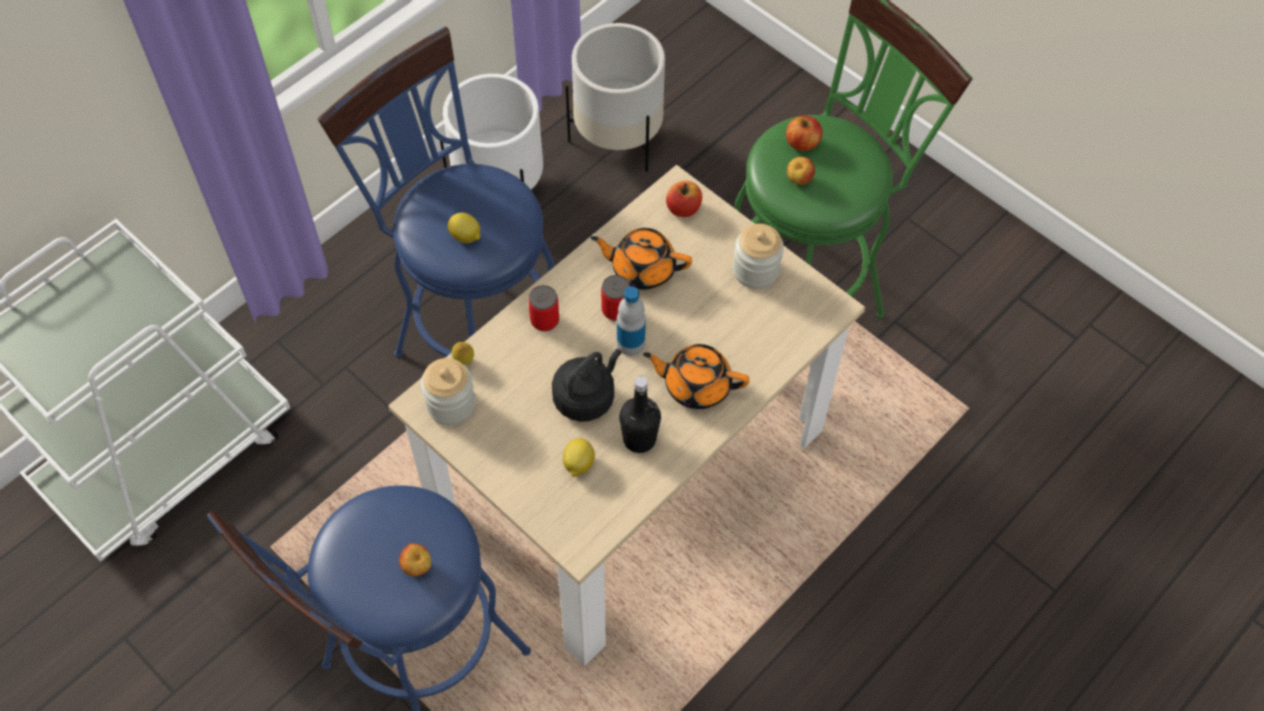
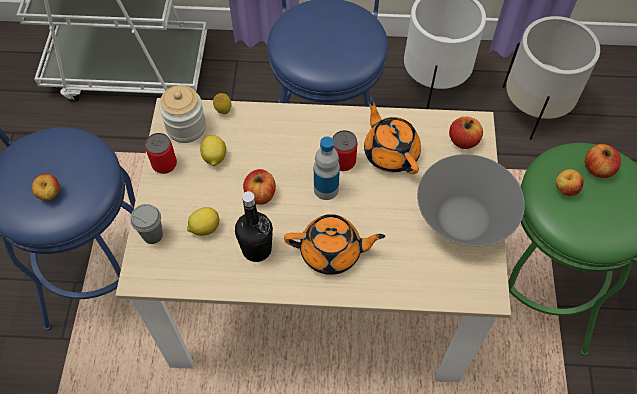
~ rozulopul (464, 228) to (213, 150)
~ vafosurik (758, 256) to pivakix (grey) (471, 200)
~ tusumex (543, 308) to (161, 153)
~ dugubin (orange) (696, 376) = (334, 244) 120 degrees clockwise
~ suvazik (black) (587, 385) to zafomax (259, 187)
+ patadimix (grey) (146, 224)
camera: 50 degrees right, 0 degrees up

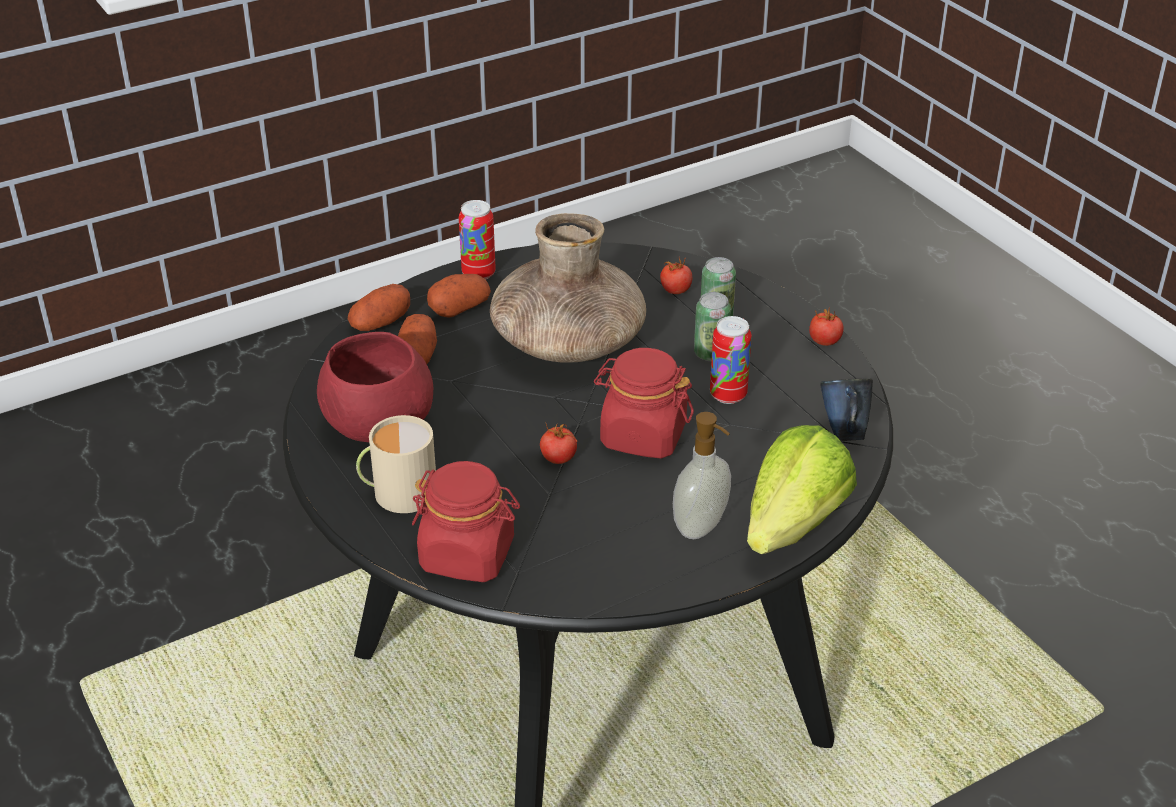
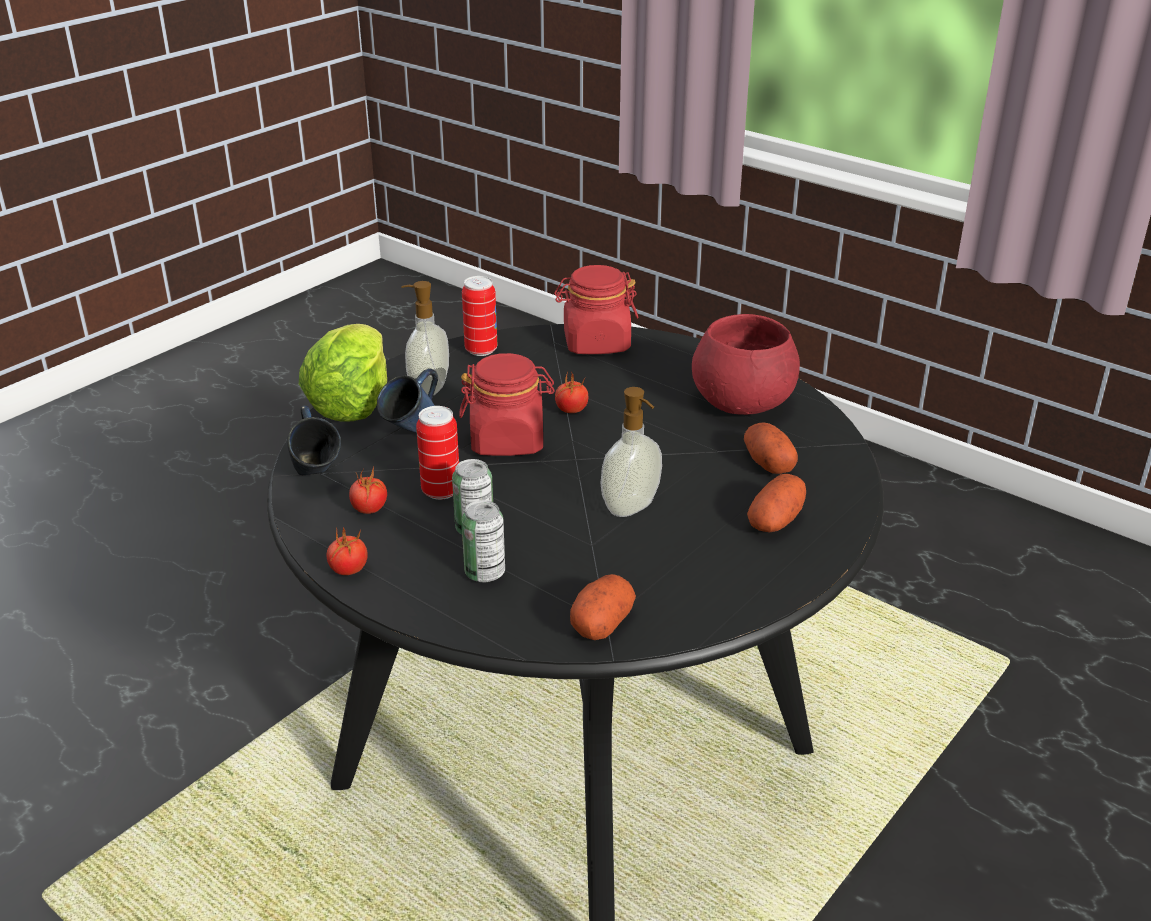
~ tusumex (477, 240) to (479, 316)
~ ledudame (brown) (568, 288) to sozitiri (631, 452)
~ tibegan (676, 275) to (368, 489)
~ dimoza (379, 307) to (603, 607)
- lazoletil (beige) (396, 464)
+ lazoletil (blue) (407, 400)
camera: 160 degrees right, 5 degrees down

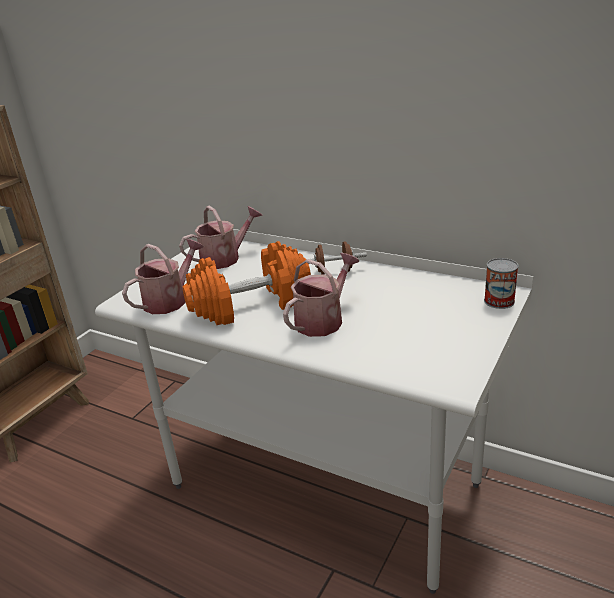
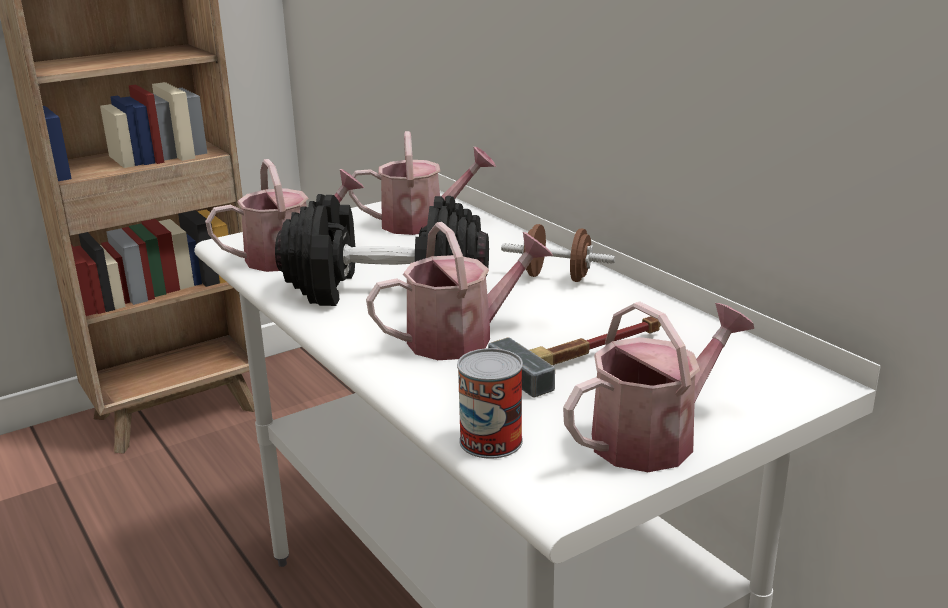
~ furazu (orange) (246, 283) to furazu (black) (382, 250)
~ tusumex (501, 283) to (490, 403)
+ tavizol (658, 386)
+ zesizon (574, 356)
camera: 25 degrees right, 5 degrees down

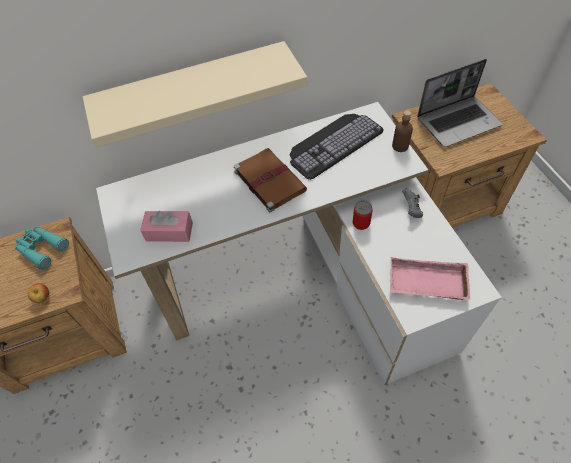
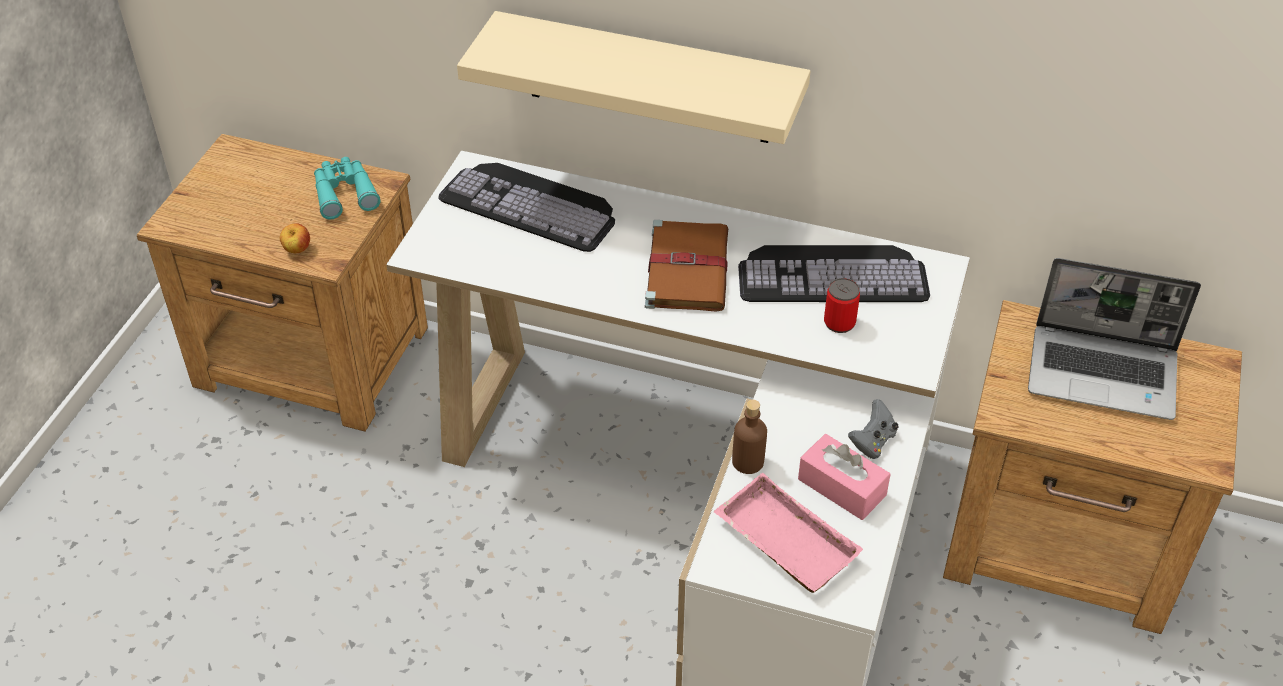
~ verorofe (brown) (402, 131) to (749, 437)
~ tusumex (363, 215) to (842, 305)
~ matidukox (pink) (166, 226) to (844, 477)
+ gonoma (526, 207)
camera: 35 degrees right, 10 degrees down

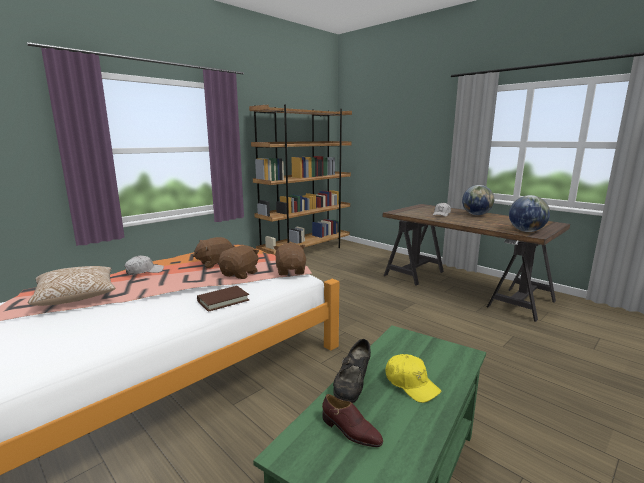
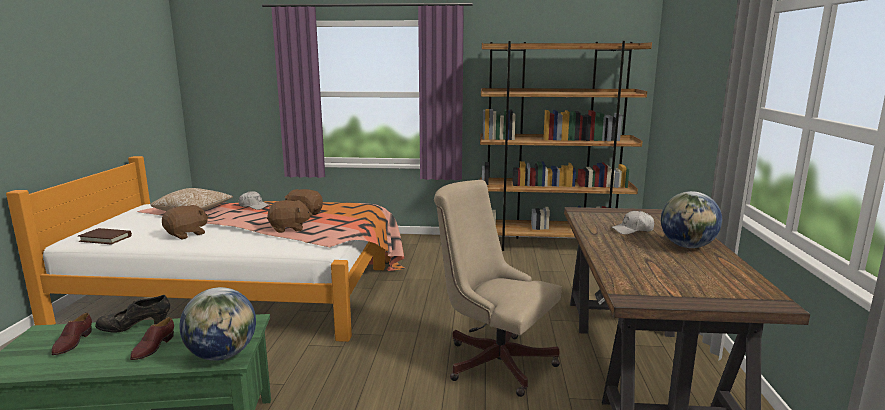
~ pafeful (529, 213) to (217, 324)
~ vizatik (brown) (289, 259) to (185, 222)
~ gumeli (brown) (223, 299) to (105, 236)
~ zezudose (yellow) (413, 378) to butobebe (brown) (152, 338)
+ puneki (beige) (498, 288)
camera: 50 degrees right, 0 degrees up

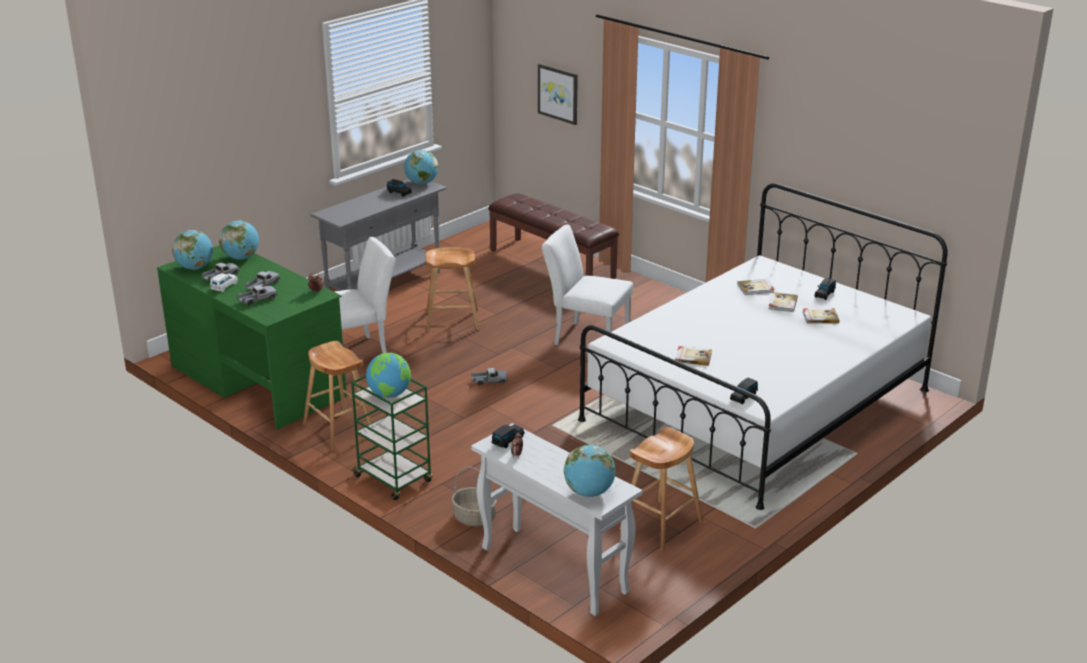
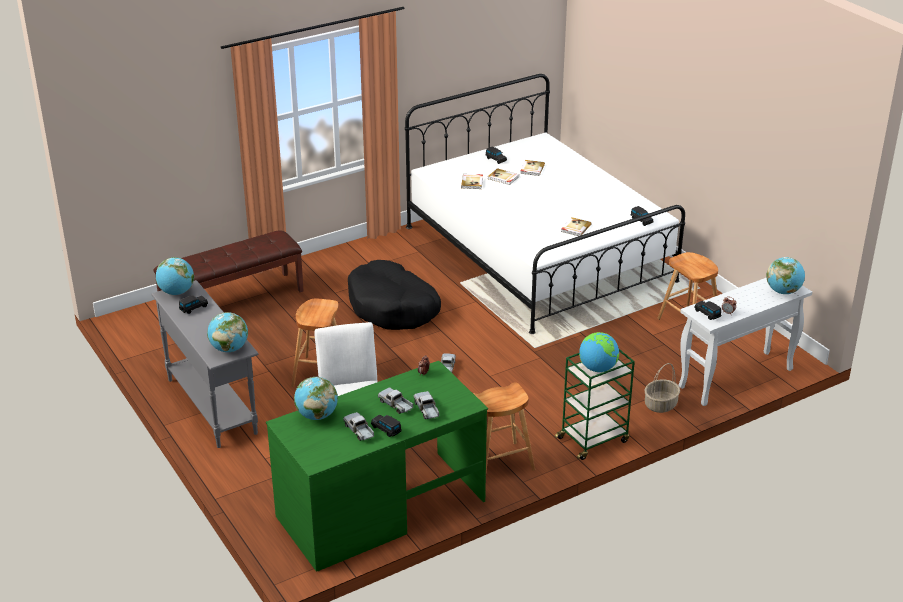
- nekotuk (558, 94)
~ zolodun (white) (587, 284) to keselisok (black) (394, 295)
~ pafeful (192, 250) to (227, 332)
~ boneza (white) (224, 282) to boneza (black) (386, 426)
camera: 75 degrees left, 5 degrees up

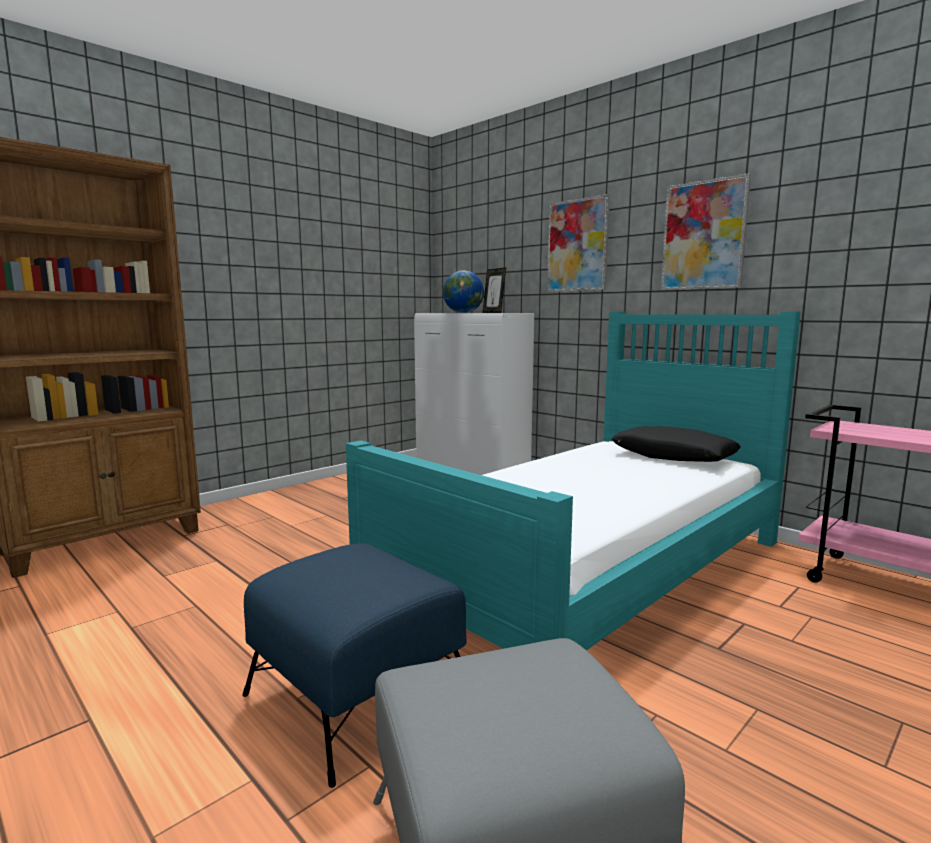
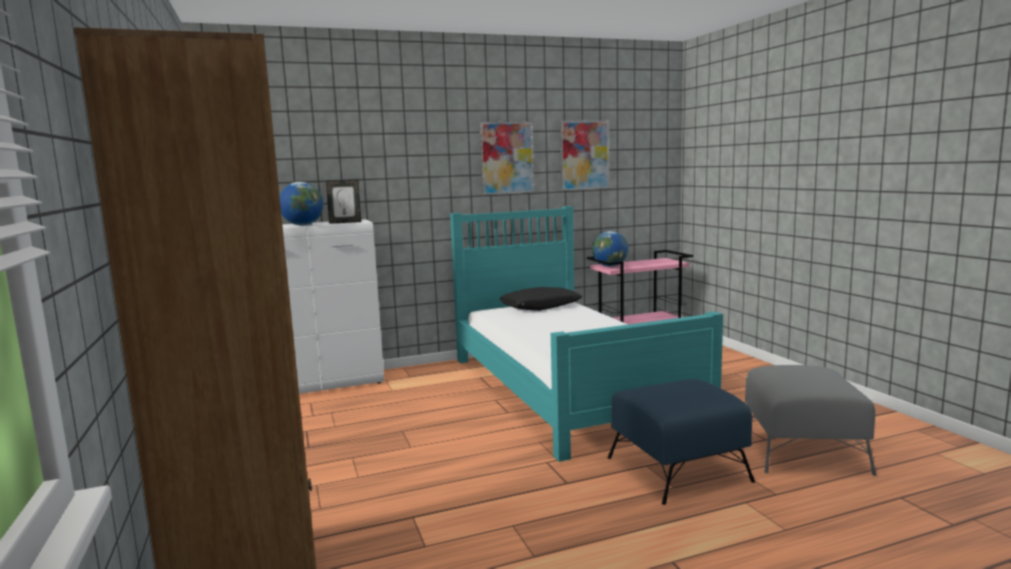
~ nekotuk (578, 243) to (584, 155)
+ pafeful (610, 249)
camera: 65 degrees left, 0 degrees up

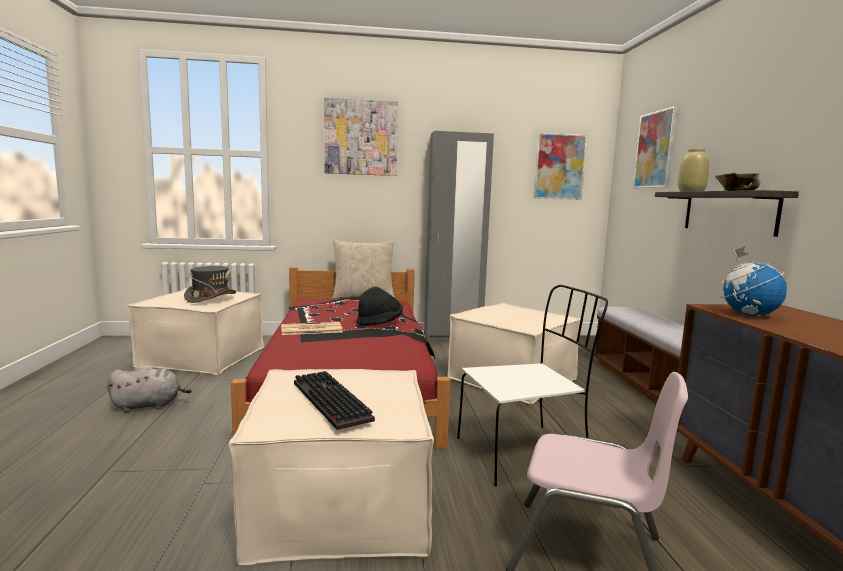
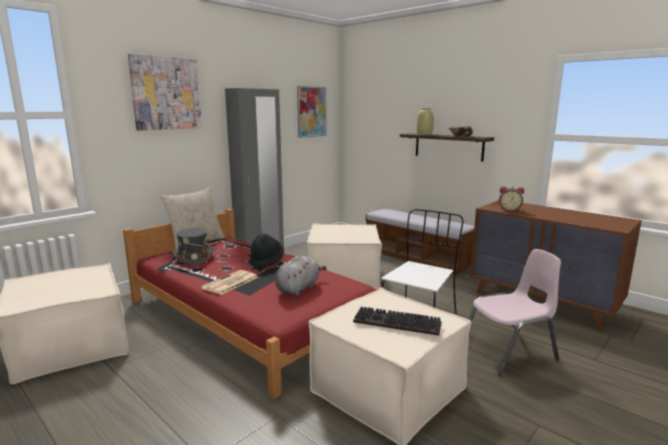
- nekotuk (655, 147)
~ pafeful (753, 281) to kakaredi (511, 198)
~ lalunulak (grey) (210, 284) to (193, 246)
~ vizatik (grey) (149, 389) to (300, 276)
camera: 40 degrees left, 5 degrees up

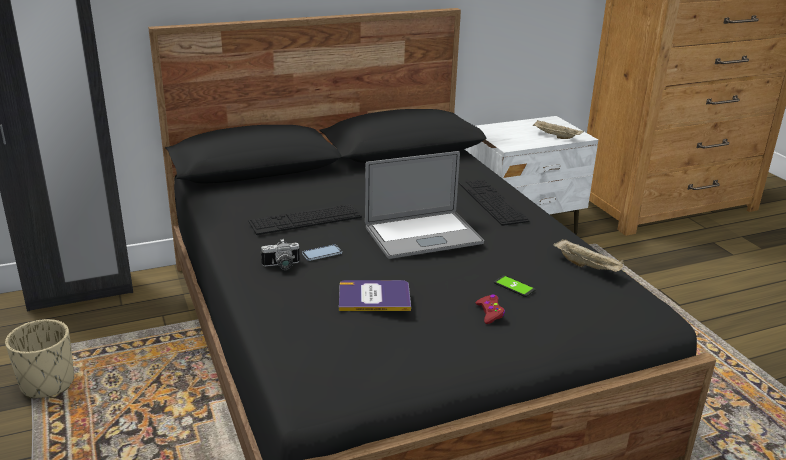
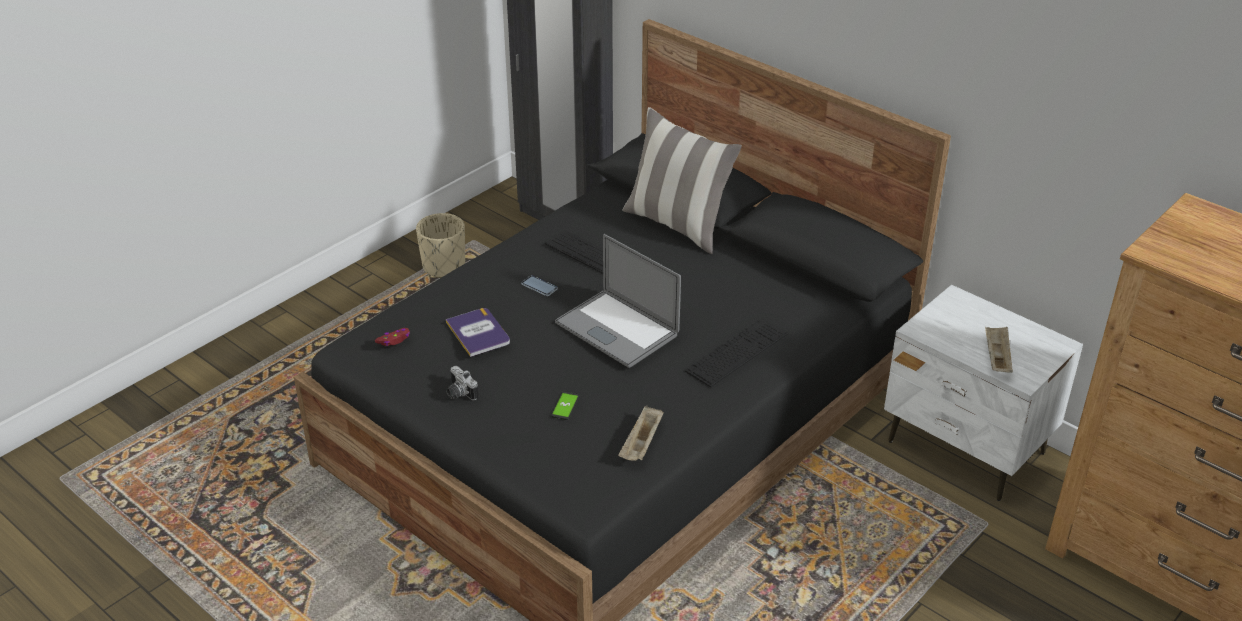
~ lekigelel (280, 254) to (462, 383)
~ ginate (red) (490, 309) to (392, 337)
+ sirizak (682, 180)
camera: 65 degrees right, 10 degrees up

